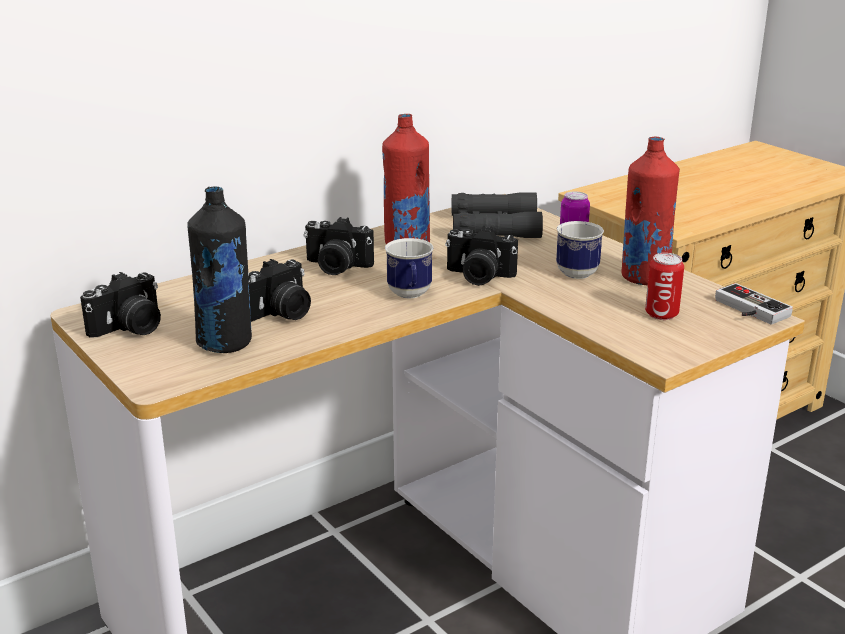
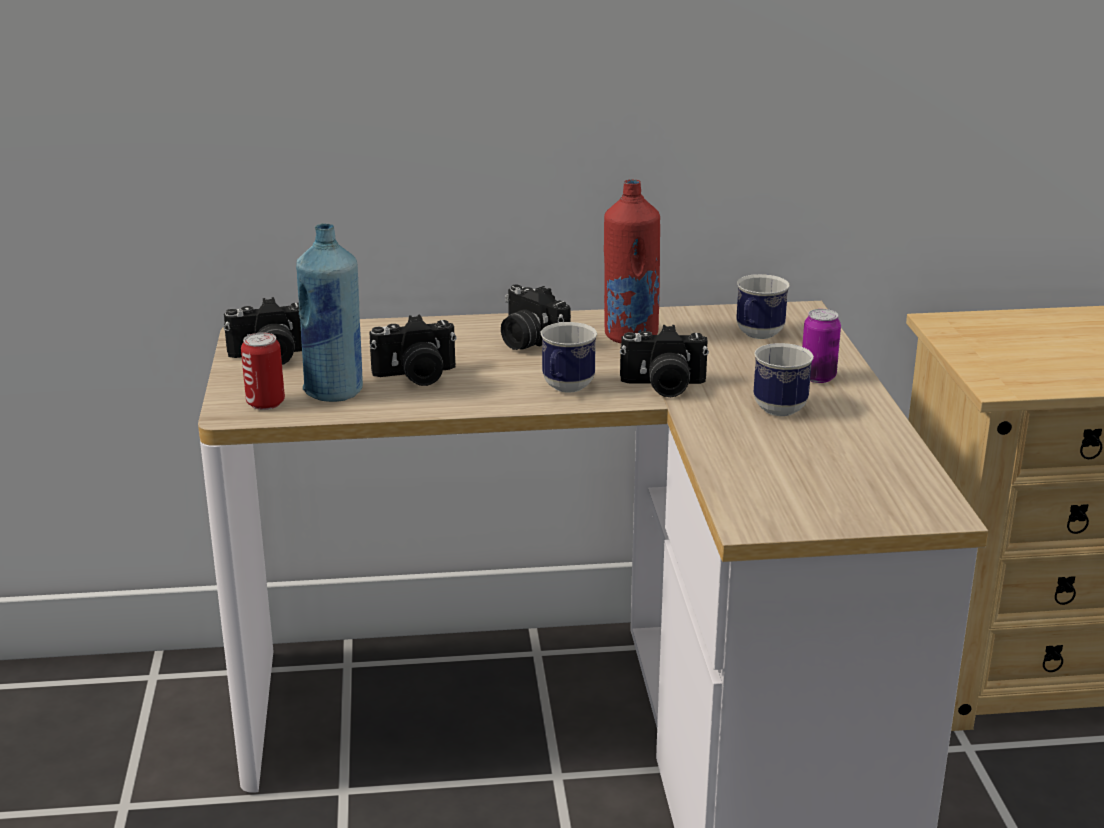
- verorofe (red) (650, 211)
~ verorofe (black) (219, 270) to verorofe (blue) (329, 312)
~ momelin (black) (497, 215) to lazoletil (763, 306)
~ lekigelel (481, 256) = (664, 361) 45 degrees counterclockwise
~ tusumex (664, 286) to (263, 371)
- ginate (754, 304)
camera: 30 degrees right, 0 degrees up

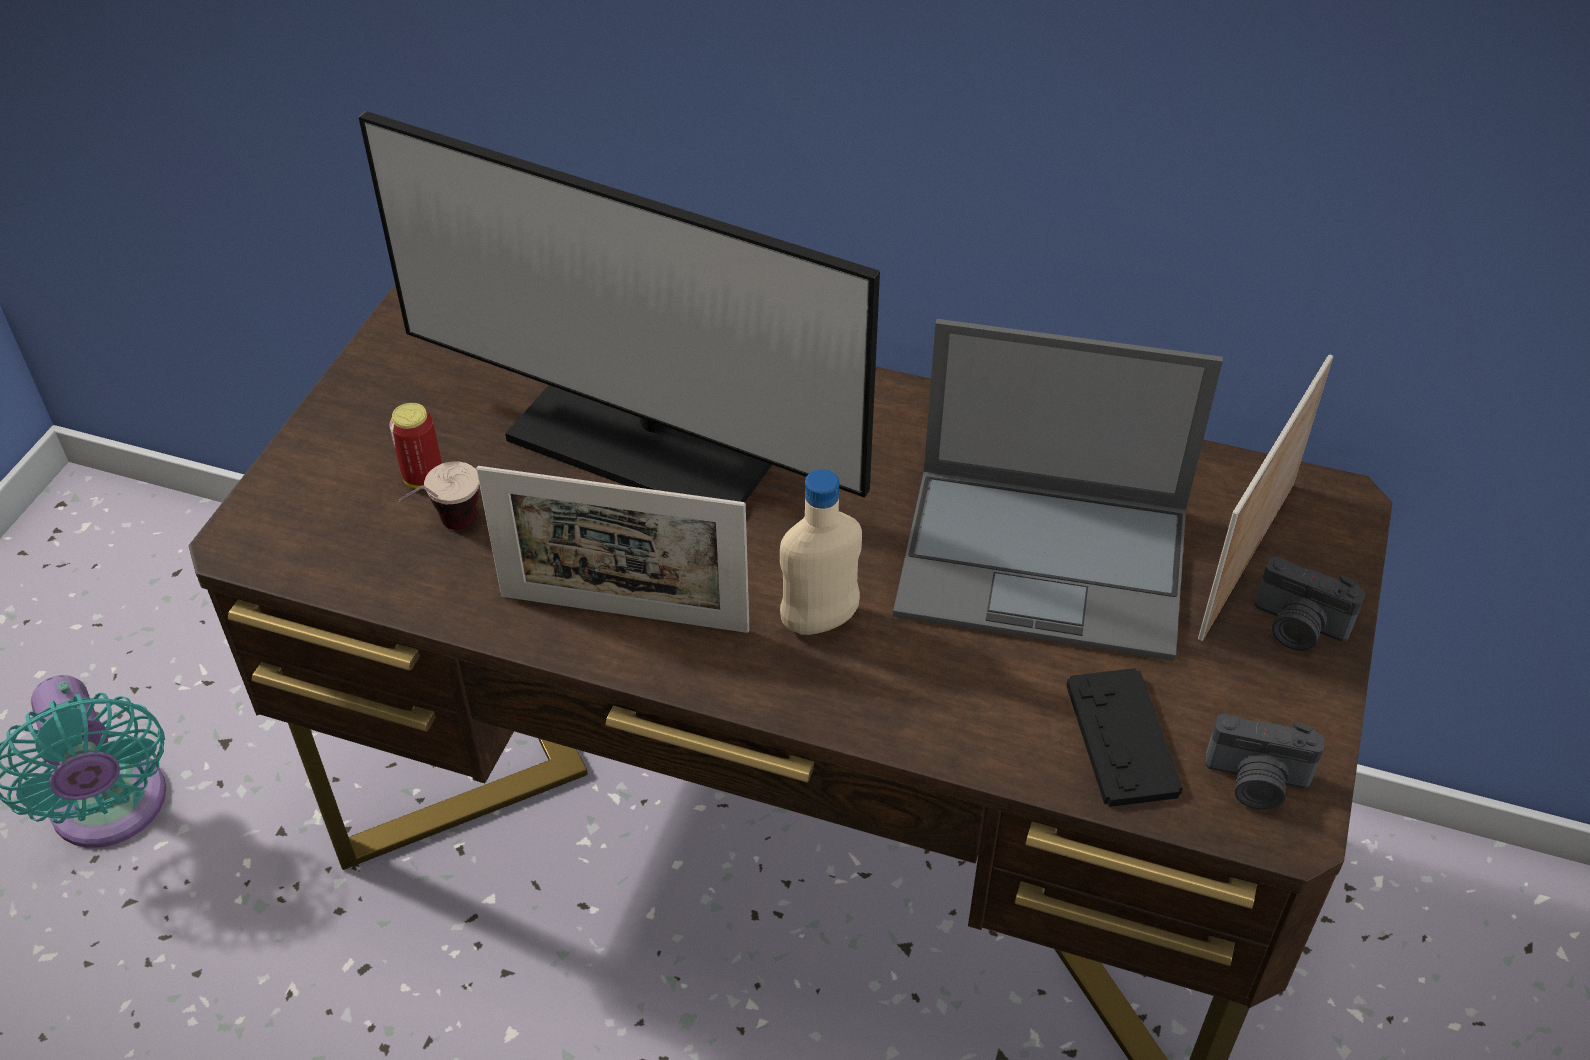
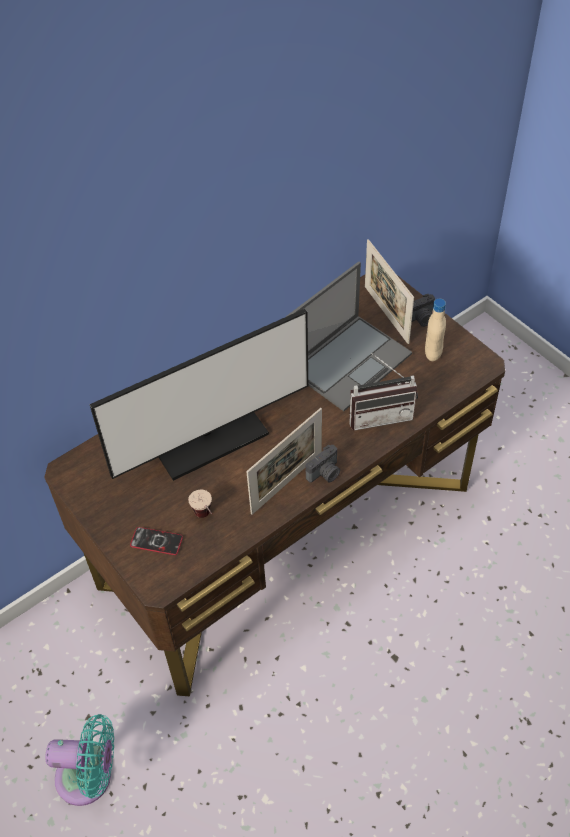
- tusumex (415, 445)
~ verorofe (beige) (821, 552) to (435, 330)
- ginate (black) (1124, 737)
~ lekigelel (1265, 762) to (323, 464)
+ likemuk (383, 392)
+ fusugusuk (156, 541)
camera: 55 degrees left, 5 degrees up

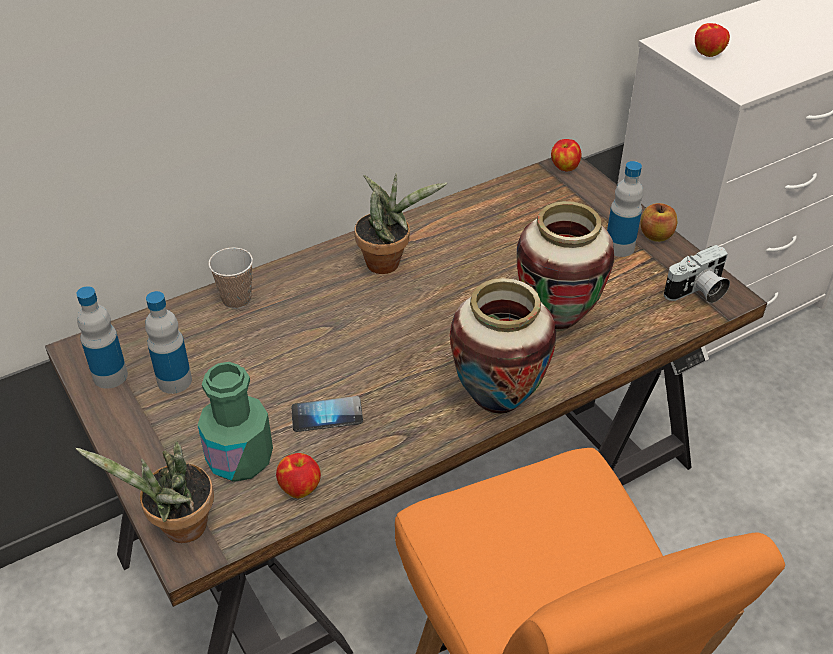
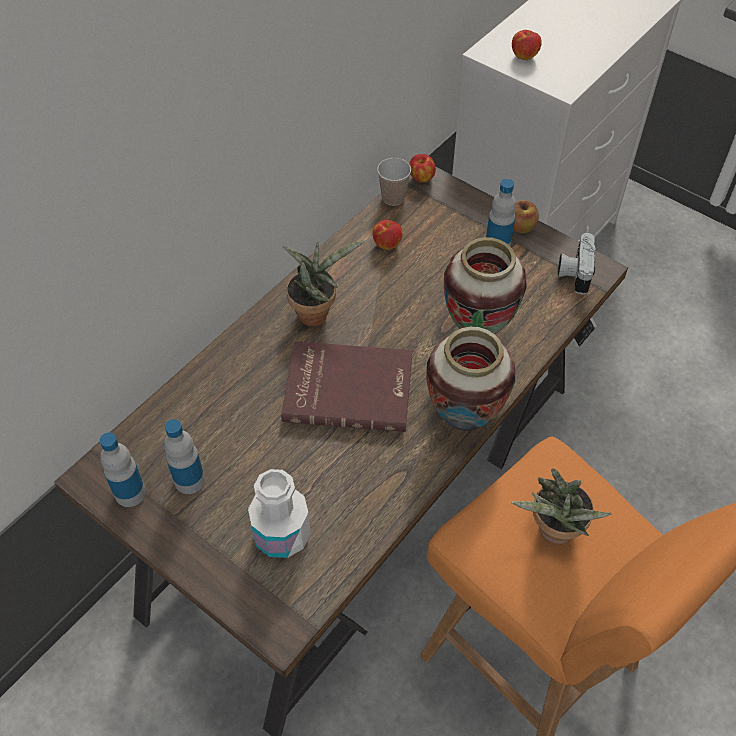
~ lekigelel (697, 274) = (576, 263) 150 degrees clockwise
~ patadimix (230, 278) to (394, 182)
~ verorofe (green) (235, 422) to verorofe (white) (279, 513)
- fusugusuk (327, 414)
~ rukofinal (145, 492) to (561, 506)
~ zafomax (298, 475) to (388, 235)
+ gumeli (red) (346, 386)
camera: 20 degrees left, 10 degrees up

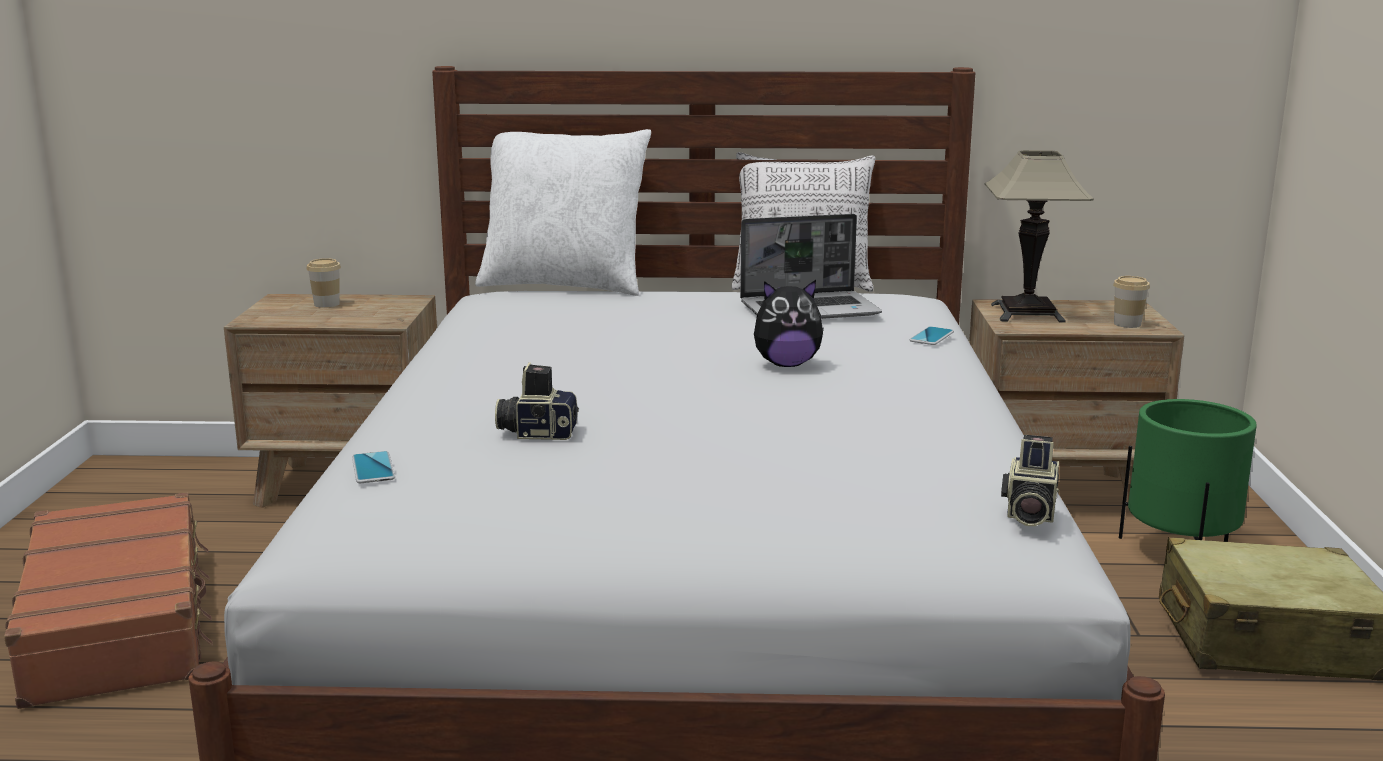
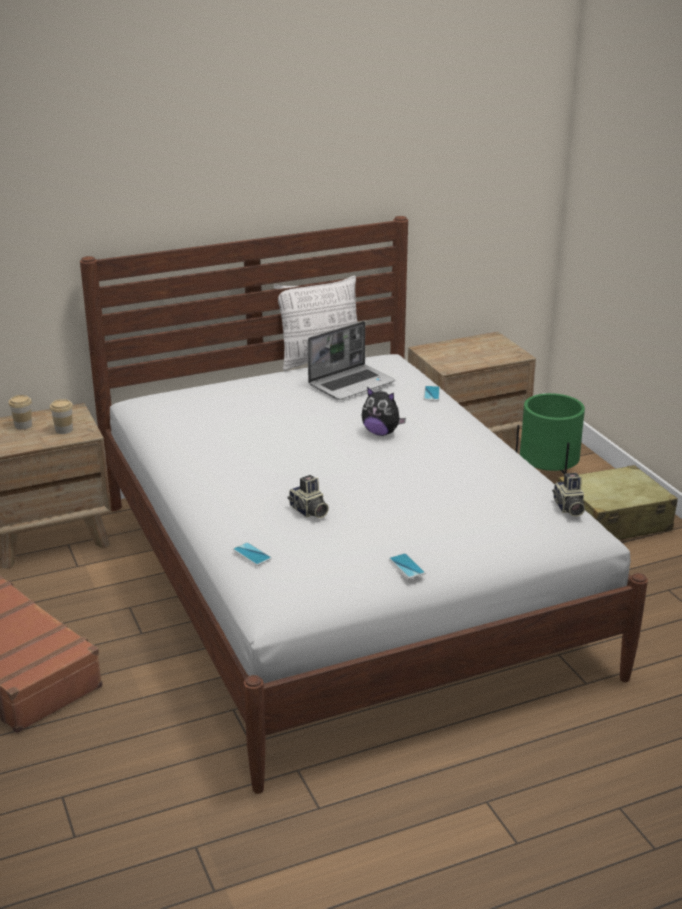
- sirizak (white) (563, 212)
- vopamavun (1039, 236)
~ patadimix (1131, 302) to (61, 416)
~ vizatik (789, 323) = (383, 411) 60 degrees clockwise
~ lekigelel (537, 401) = (308, 496) 105 degrees counterclockwise
+ fusugusuk (407, 566)
camera: 25 degrees left, 10 degrees up

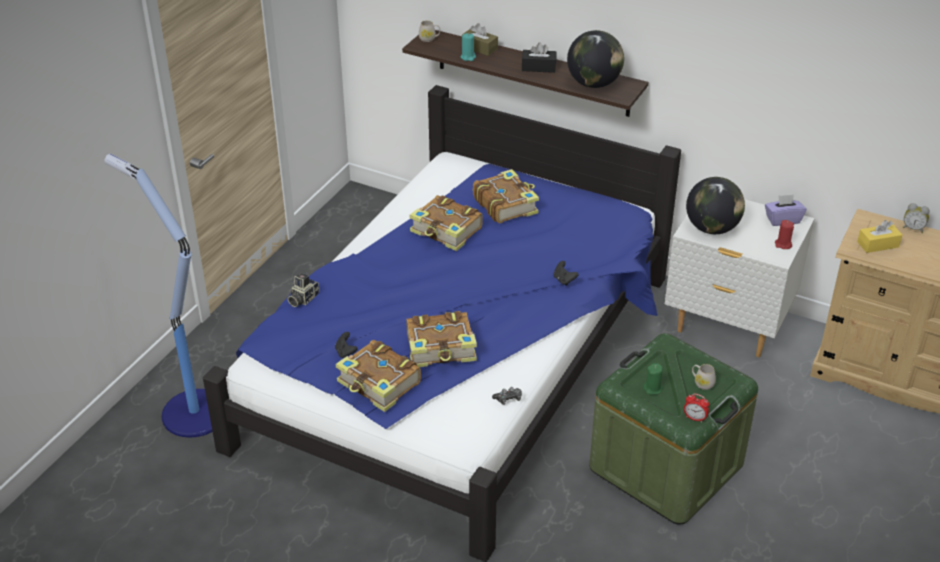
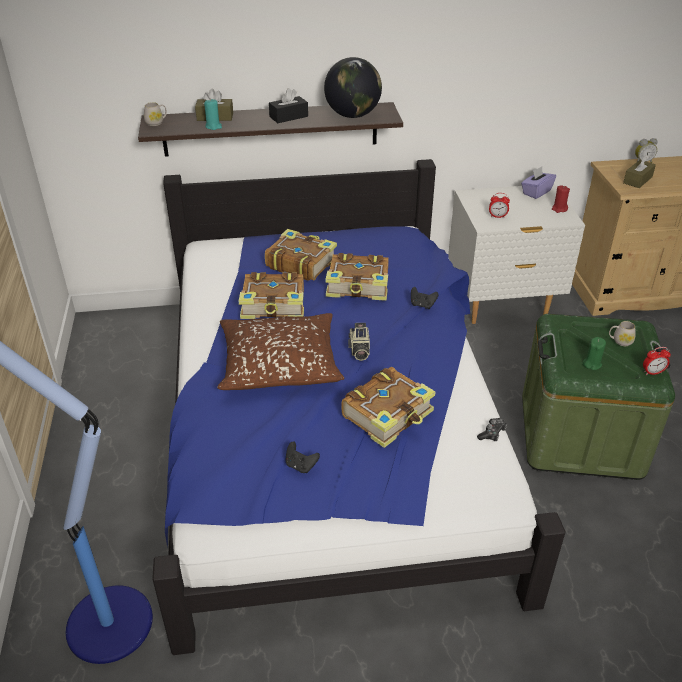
~ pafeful (715, 205) to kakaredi (499, 205)
~ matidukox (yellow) (879, 236) to matidukox (brown) (639, 171)
~ lekigelel (303, 290) to (359, 342)
~ gumeli (378, 376) to (357, 277)
+ sirizak (brown) (280, 351)
camera: 35 degrees left, 0 degrees up

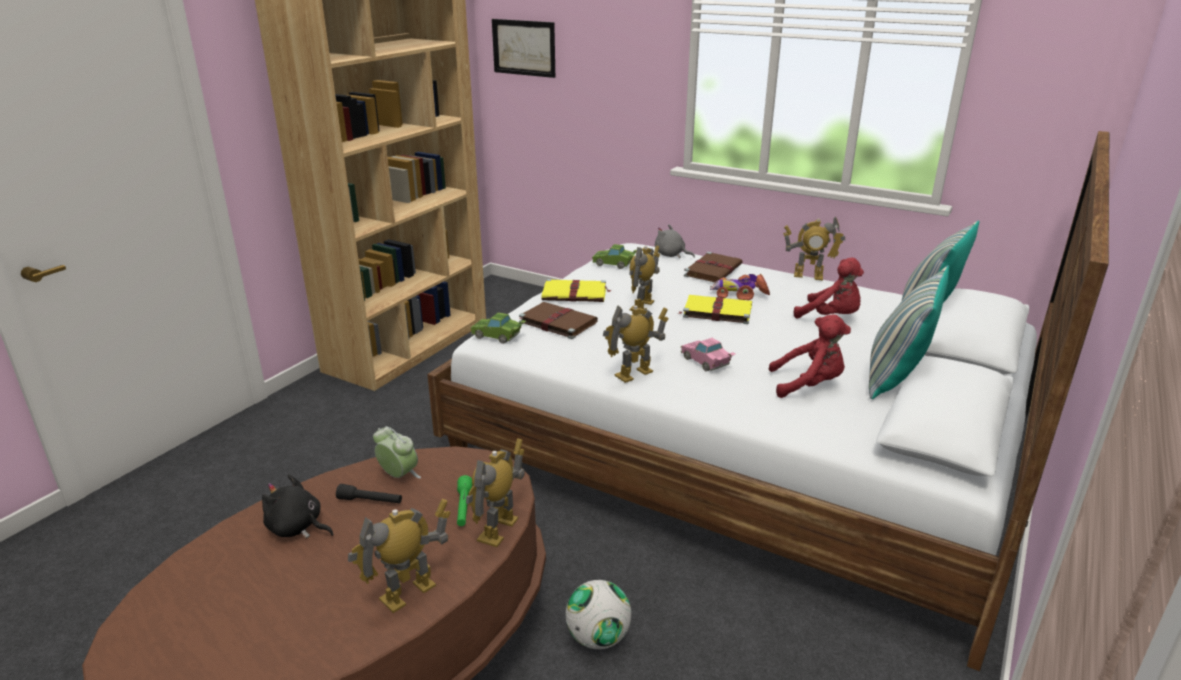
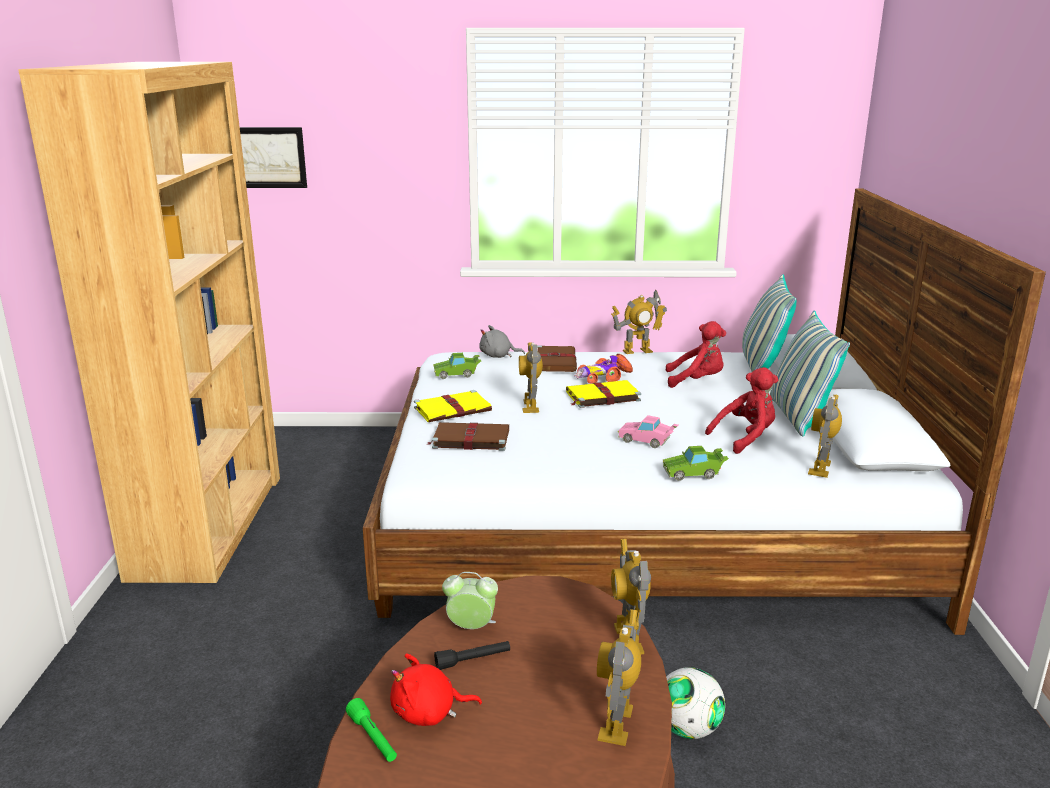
~ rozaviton (636, 344) to (825, 436)
~ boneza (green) (498, 328) to (696, 463)
~ vizatik (black) (298, 506) to vizatik (red) (436, 690)
~ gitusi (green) (464, 500) to (371, 730)
camera: 30 degrees left, 5 degrees down

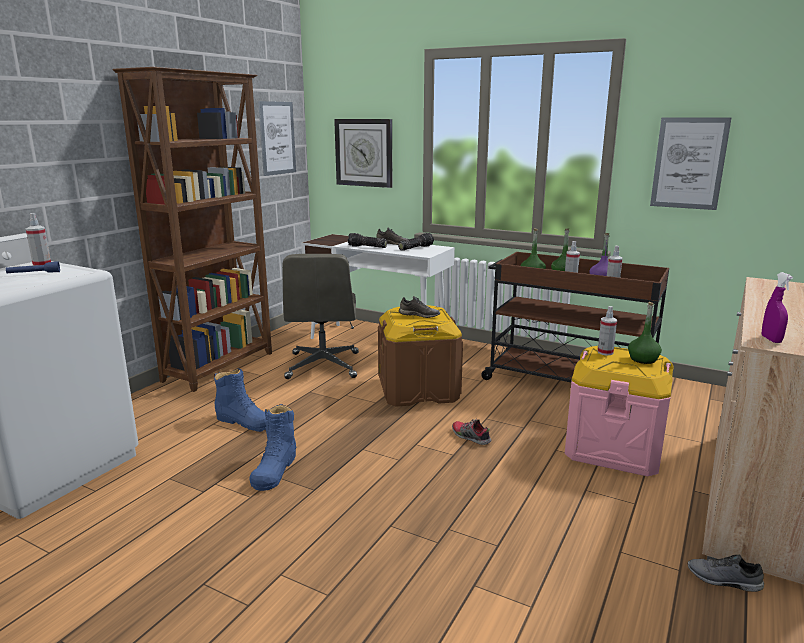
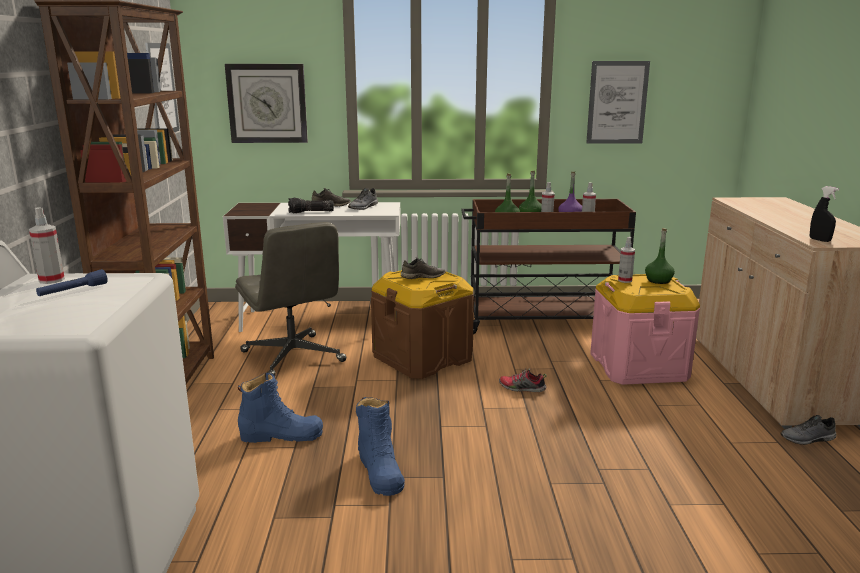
~ gitusi (416, 242) to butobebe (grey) (363, 199)
~ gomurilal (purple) (777, 307) to gomurilal (black) (824, 214)
camera: 30 degrees left, 0 degrees up

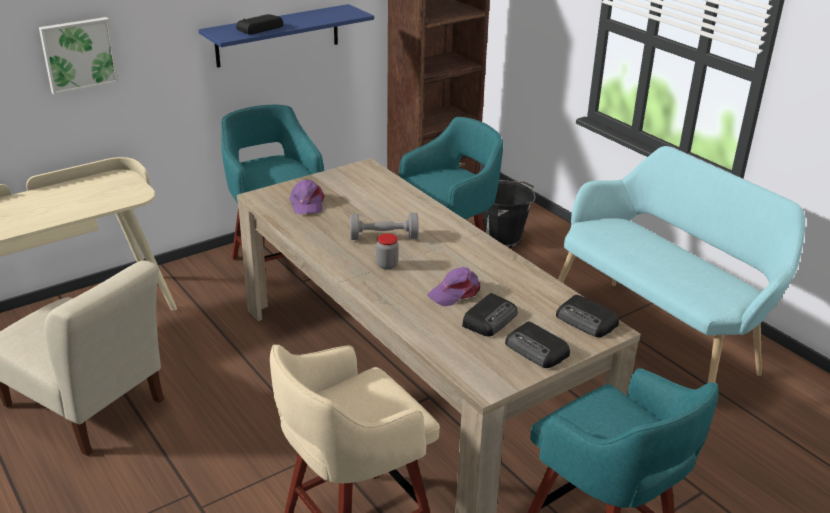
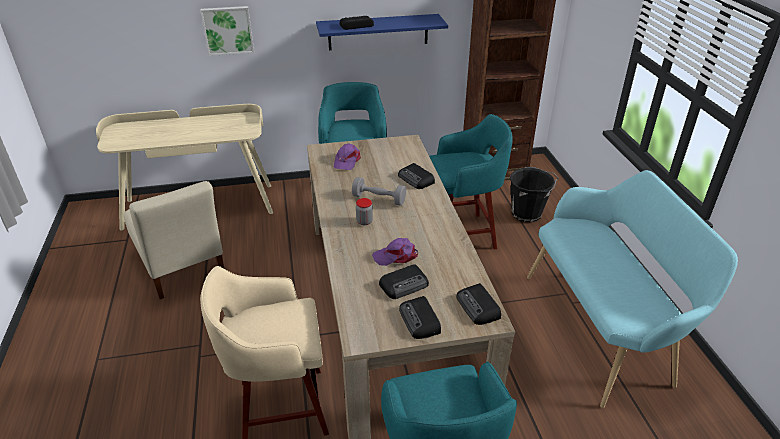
+ likemuk (416, 176)
camera: 25 degrees right, 5 degrees up

